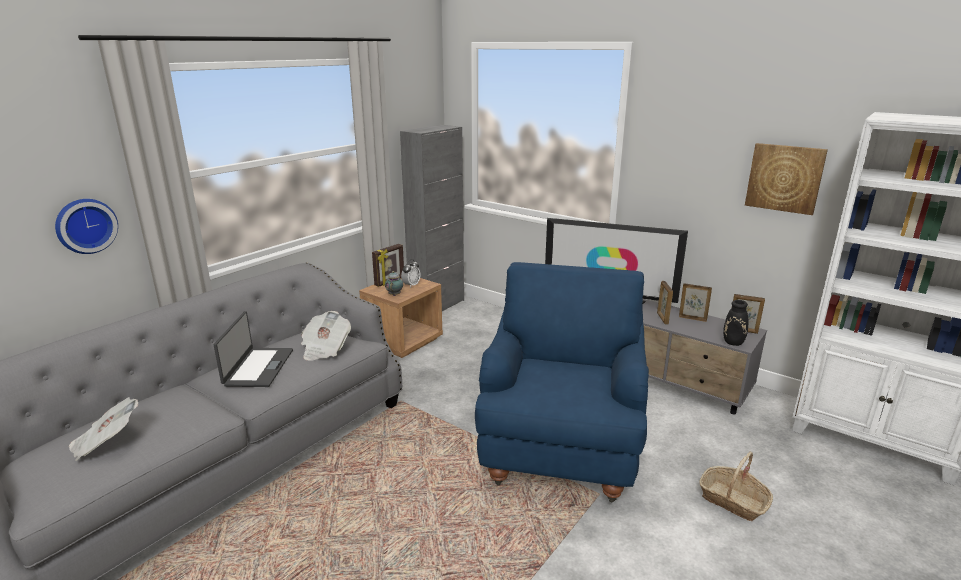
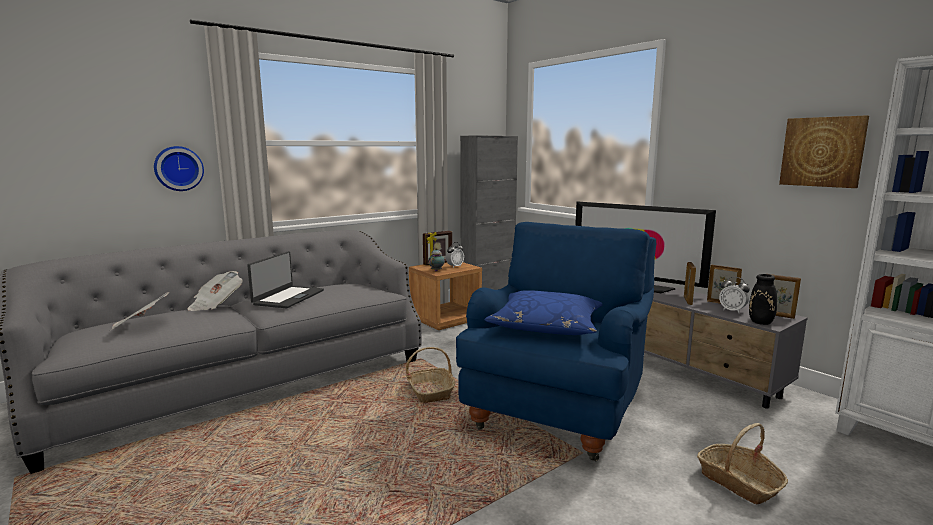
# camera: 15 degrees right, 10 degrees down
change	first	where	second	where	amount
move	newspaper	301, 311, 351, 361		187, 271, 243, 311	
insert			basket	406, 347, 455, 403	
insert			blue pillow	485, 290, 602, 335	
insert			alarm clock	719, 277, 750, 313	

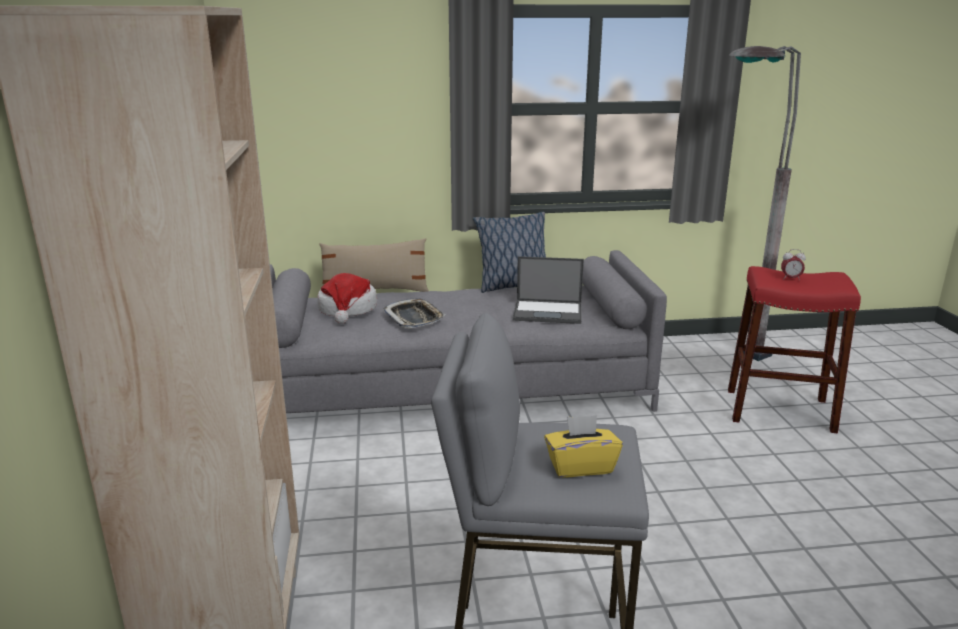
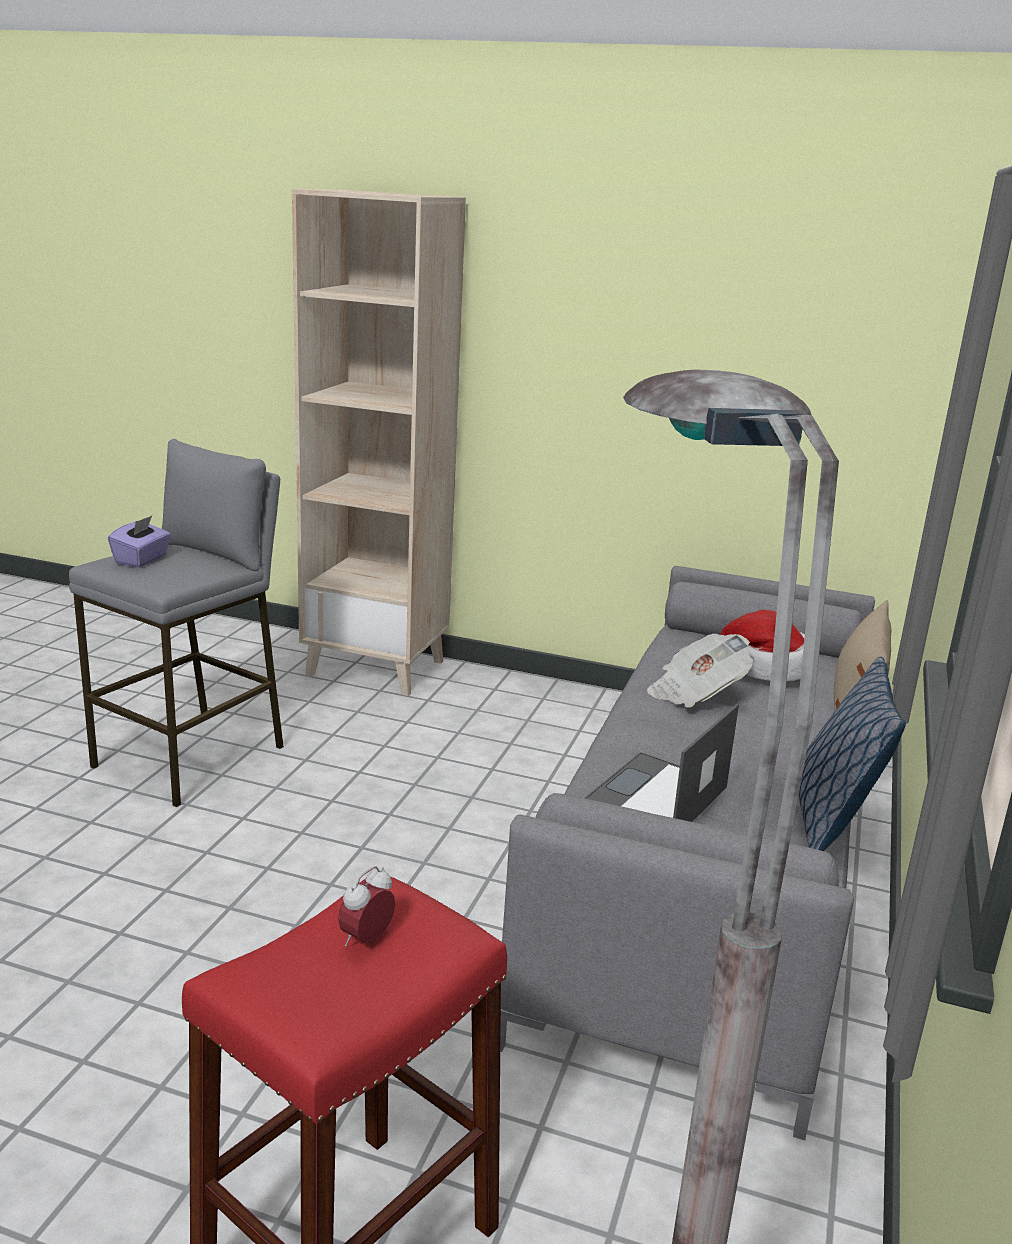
# camera: 115 degrees right, 0 degrees up
change	first	where	second	where	amount
recolor	yellow tissue box	544, 415, 623, 477	purple tissue box	108, 516, 171, 568	
replace	tray	383, 298, 446, 328	newspaper	647, 634, 753, 708	

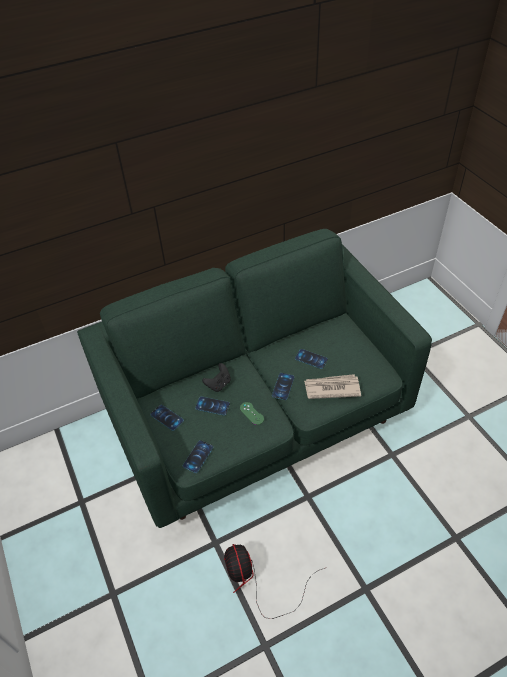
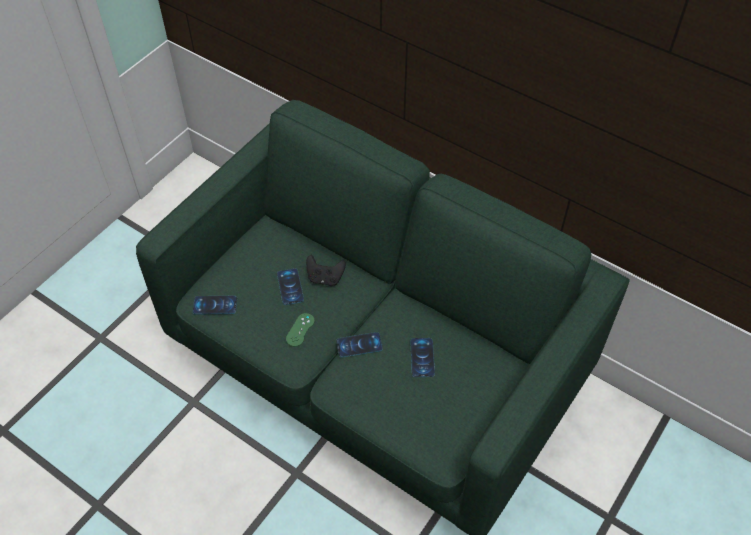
# camera: 60 degrees right, 5 degrees up
change	first	where	second	where	amount
delete	phone	150, 405, 184, 431			
delete	fan	224, 544, 325, 619			
delete	newspaper	304, 374, 361, 399			

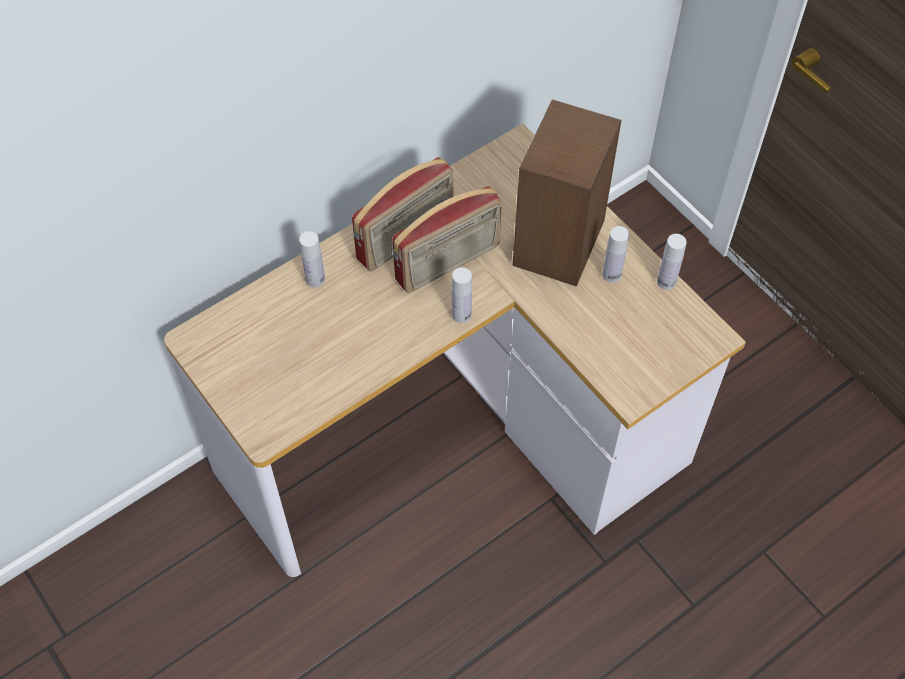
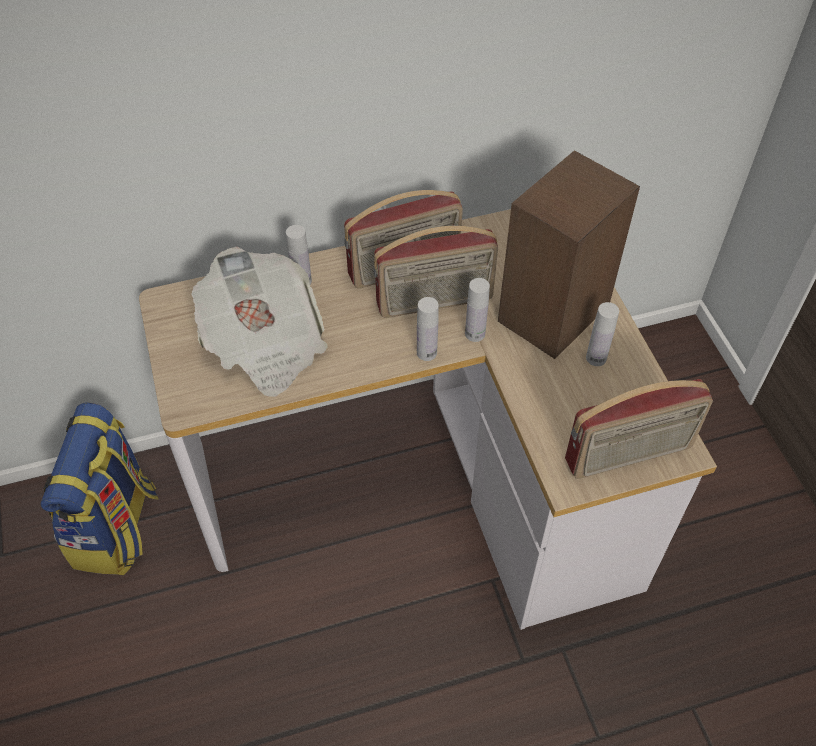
# camera: 20 degrees right, 5 degrees down
change	first	where	second	where	amount
insert			backpack	40, 402, 159, 575	
insert			newspaper	192, 247, 328, 397	
move	white bottle	657, 234, 687, 290		465, 278, 490, 342	
insert			radio	565, 379, 713, 479	

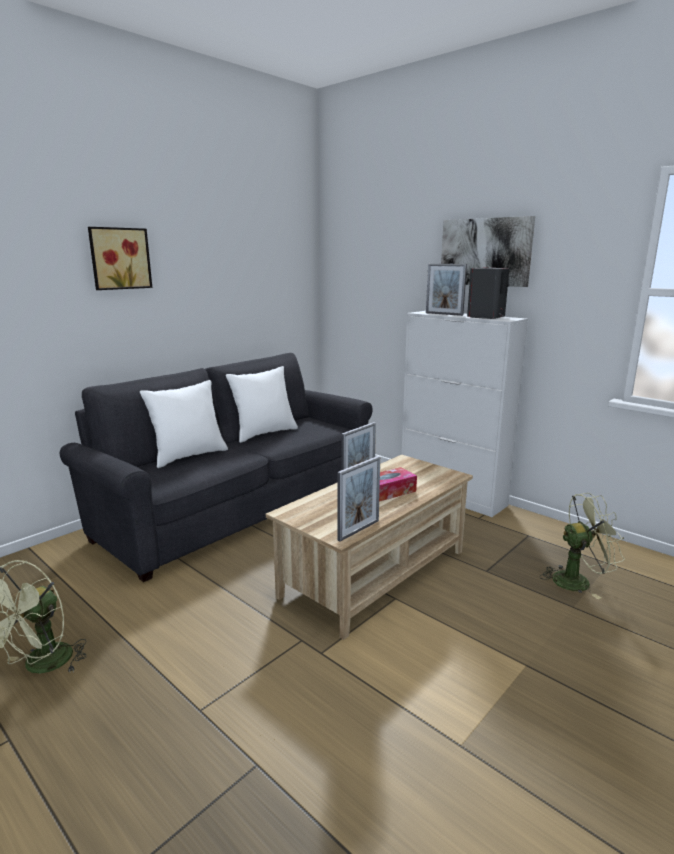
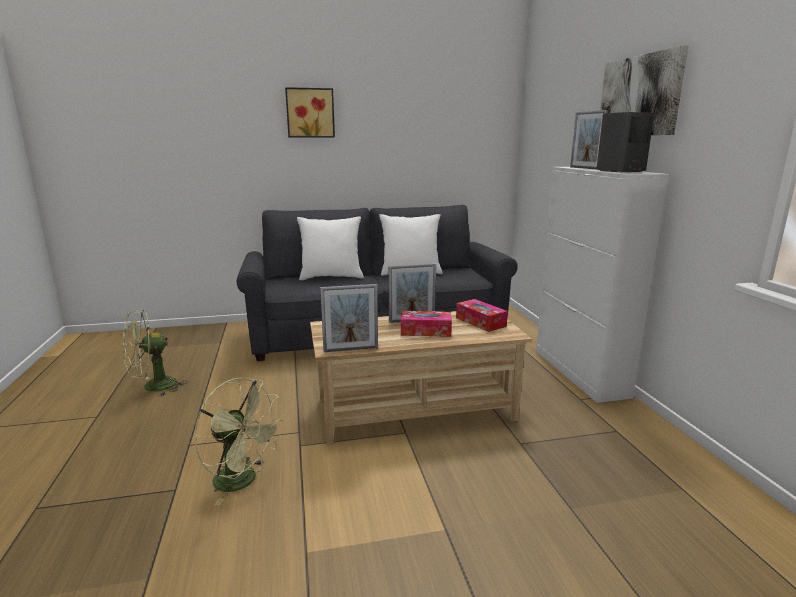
# camera: 35 degrees right, 0 degrees up
change	first	where	second	where	amount
move	green fan	540, 493, 625, 599		194, 378, 284, 506	
insert			tissue box	456, 299, 508, 332	

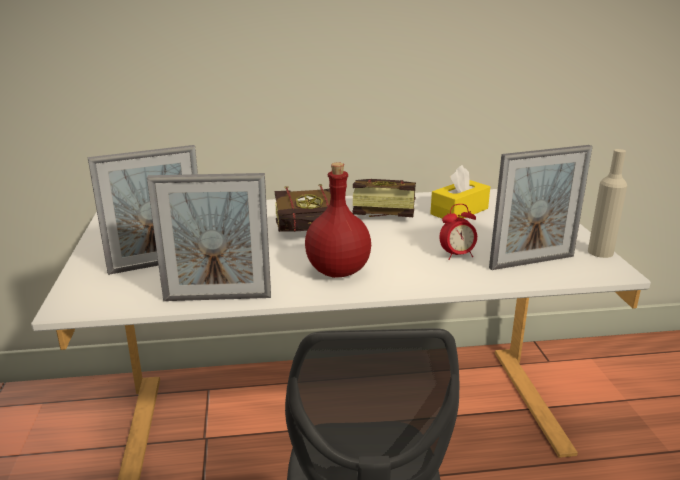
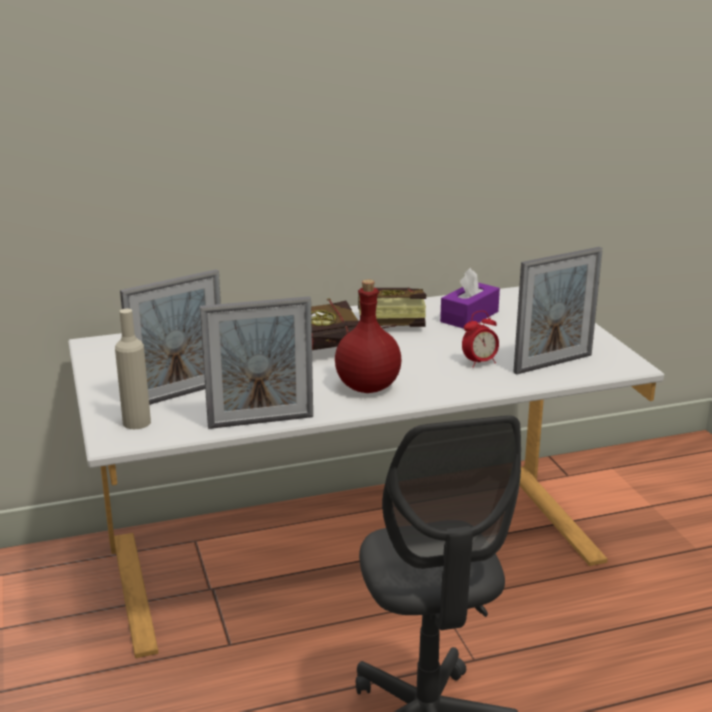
# camera: 10 degrees left, 0 degrees up
change	first	where	second	where	amount
move	beige bottle	588, 149, 627, 258		115, 309, 151, 429	
recolor	yellow tissue box	430, 165, 490, 219	purple tissue box	440, 268, 500, 329	

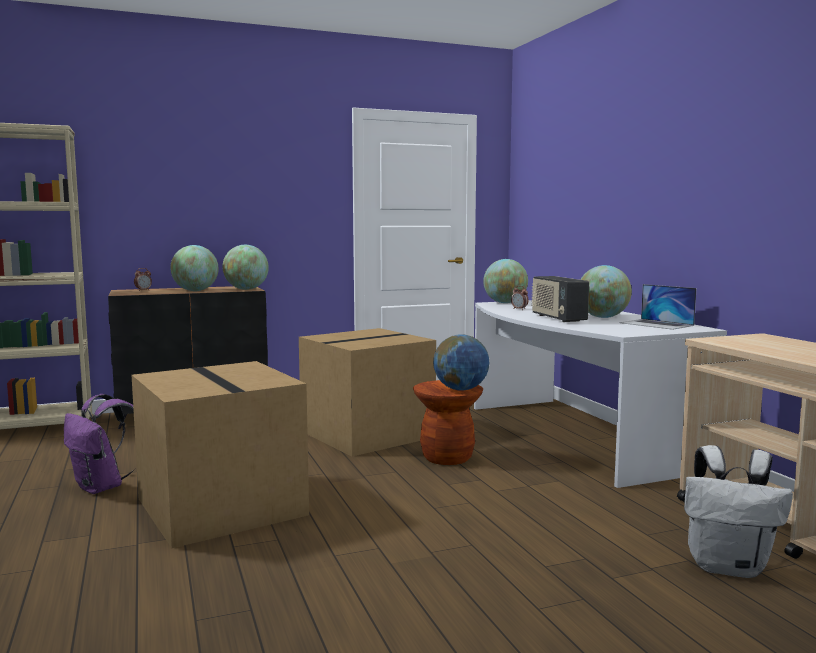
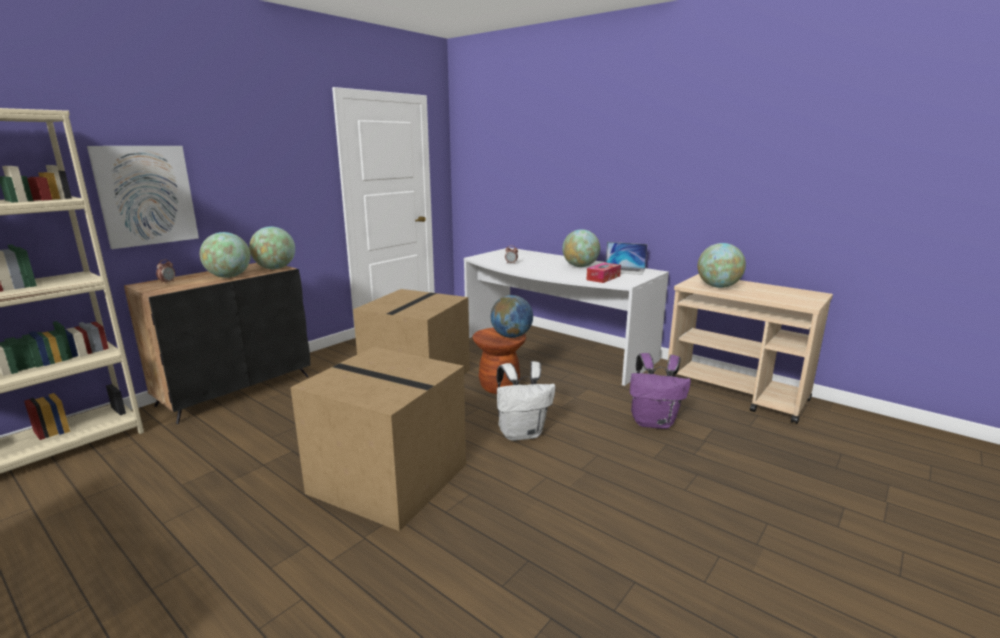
# camera: 30 degrees left, 10 degrees up
change	first	where	second	where	amount
insert			picture	87, 146, 199, 249	
move	white backpack	684, 445, 793, 578		497, 361, 556, 441	
insert			tissue box	587, 262, 621, 283	
move	purple backpack	64, 394, 137, 494		630, 353, 691, 429	
move	globe	483, 259, 528, 303		698, 243, 746, 288	
delete	radio	531, 276, 589, 322			

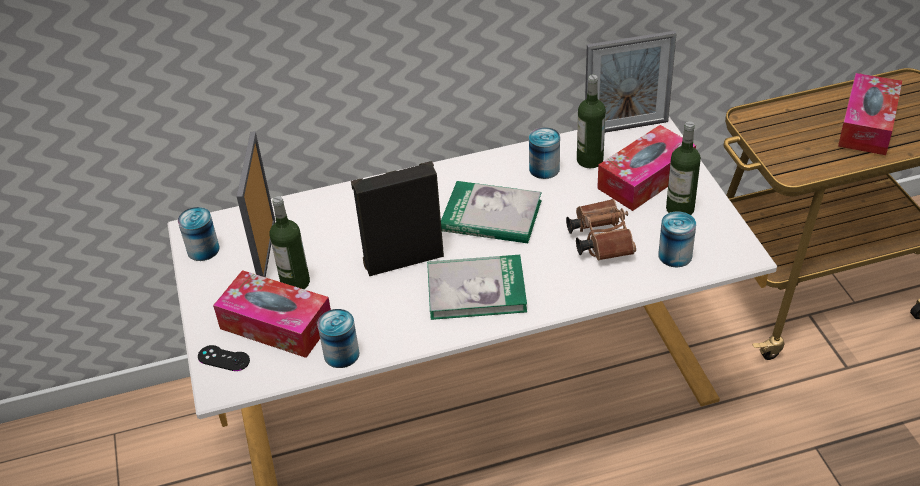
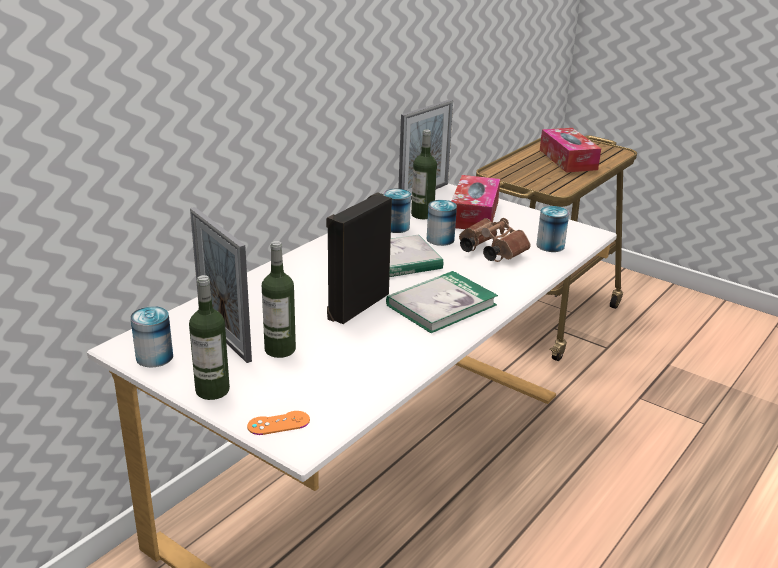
# camera: 40 degrees left, 15 degrees down
change	first	where	second	where	amount
move	bottle	666, 121, 701, 215		189, 275, 230, 400	
recolor	black game controller	198, 345, 250, 371	orange game controller	247, 411, 310, 435	
move	can	317, 309, 360, 368		427, 200, 457, 246	
delete	tissue box	213, 270, 331, 358			

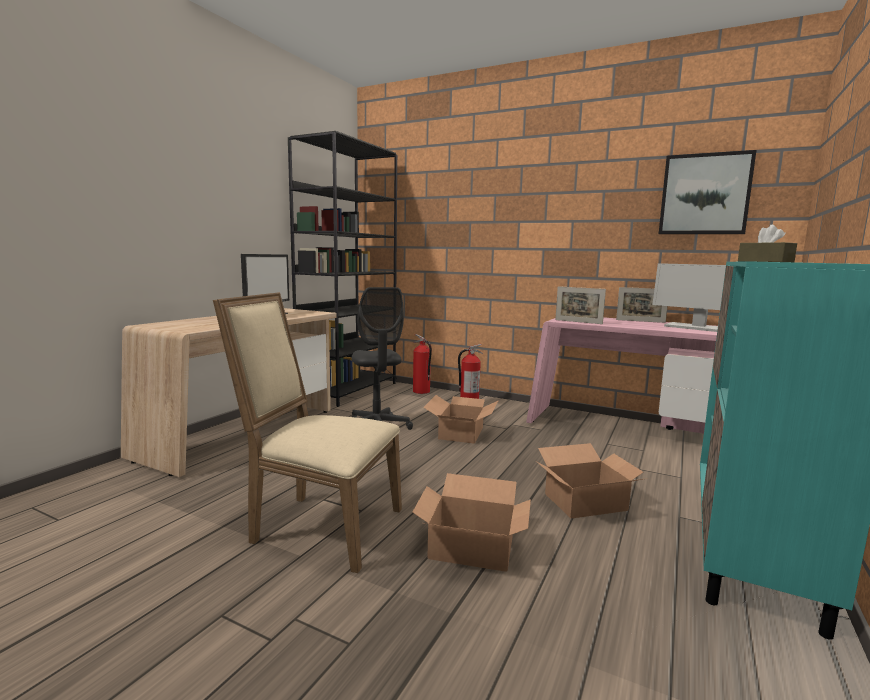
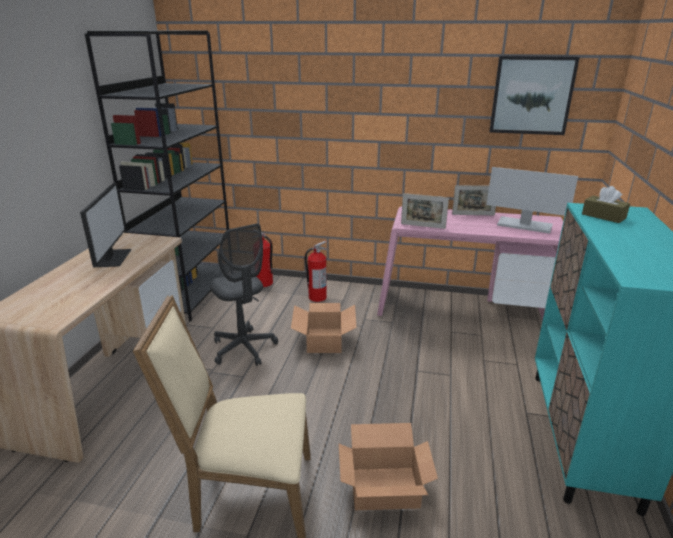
# camera: 15 degrees left, 15 degrees up
change	first	where	second	where	amount
delete	cardboard box	536, 443, 648, 519			

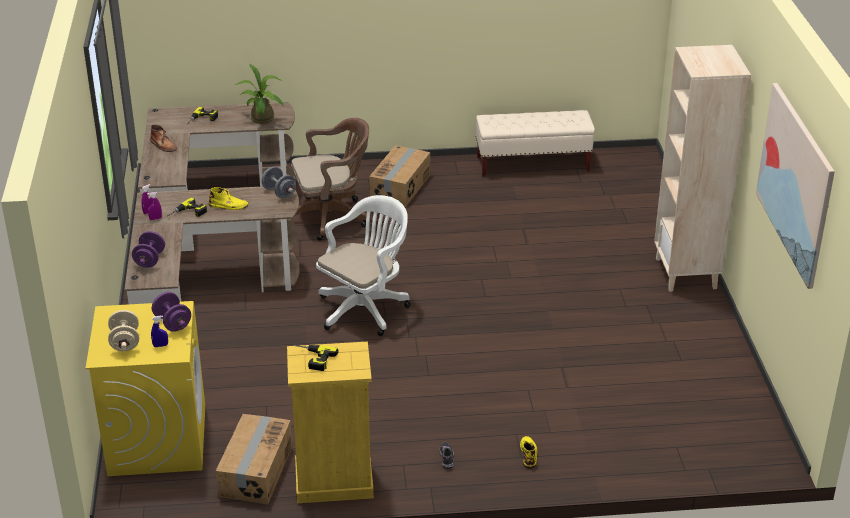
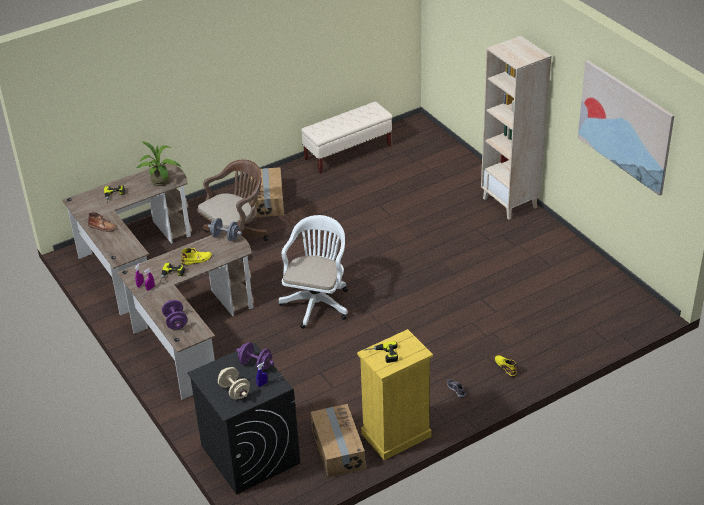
# camera: 25 degrees left, 5 degrees up
change	first	where	second	where	amount
recolor	yellow washing machine	86, 301, 205, 476	black washing machine	187, 343, 300, 495	

